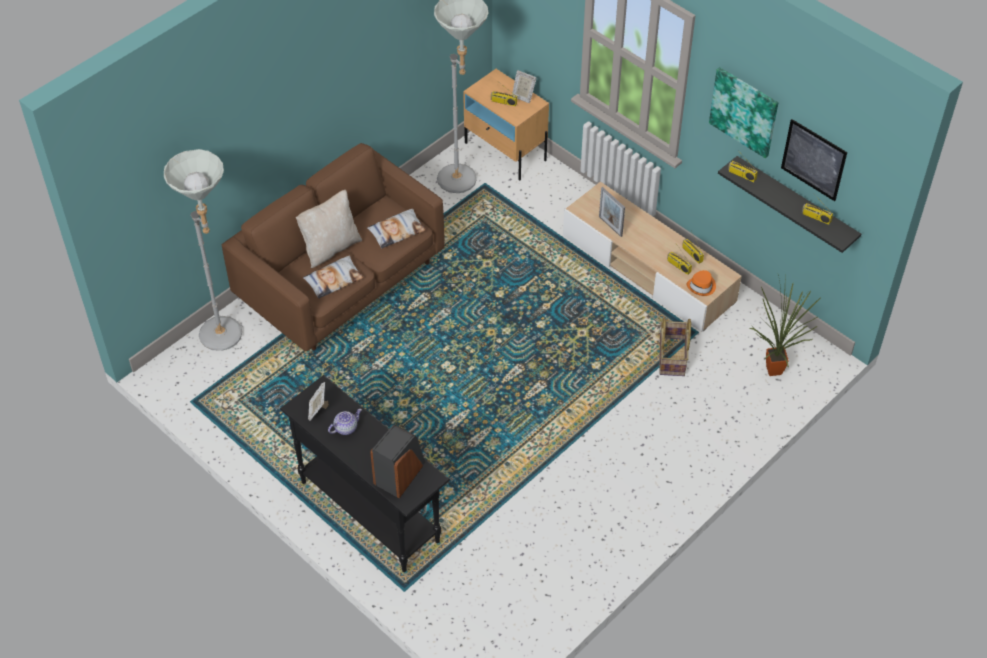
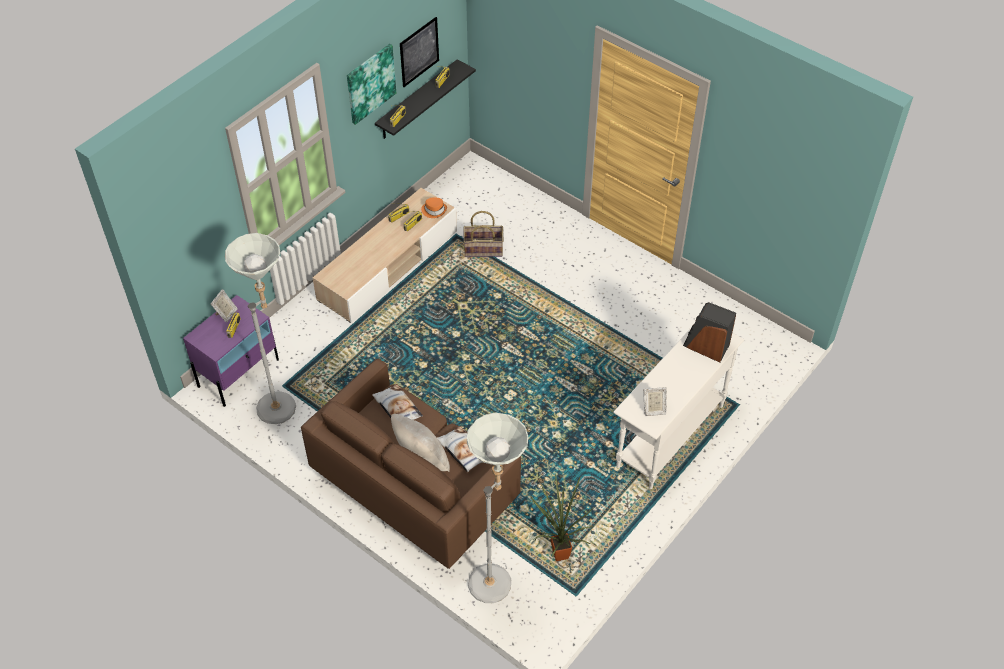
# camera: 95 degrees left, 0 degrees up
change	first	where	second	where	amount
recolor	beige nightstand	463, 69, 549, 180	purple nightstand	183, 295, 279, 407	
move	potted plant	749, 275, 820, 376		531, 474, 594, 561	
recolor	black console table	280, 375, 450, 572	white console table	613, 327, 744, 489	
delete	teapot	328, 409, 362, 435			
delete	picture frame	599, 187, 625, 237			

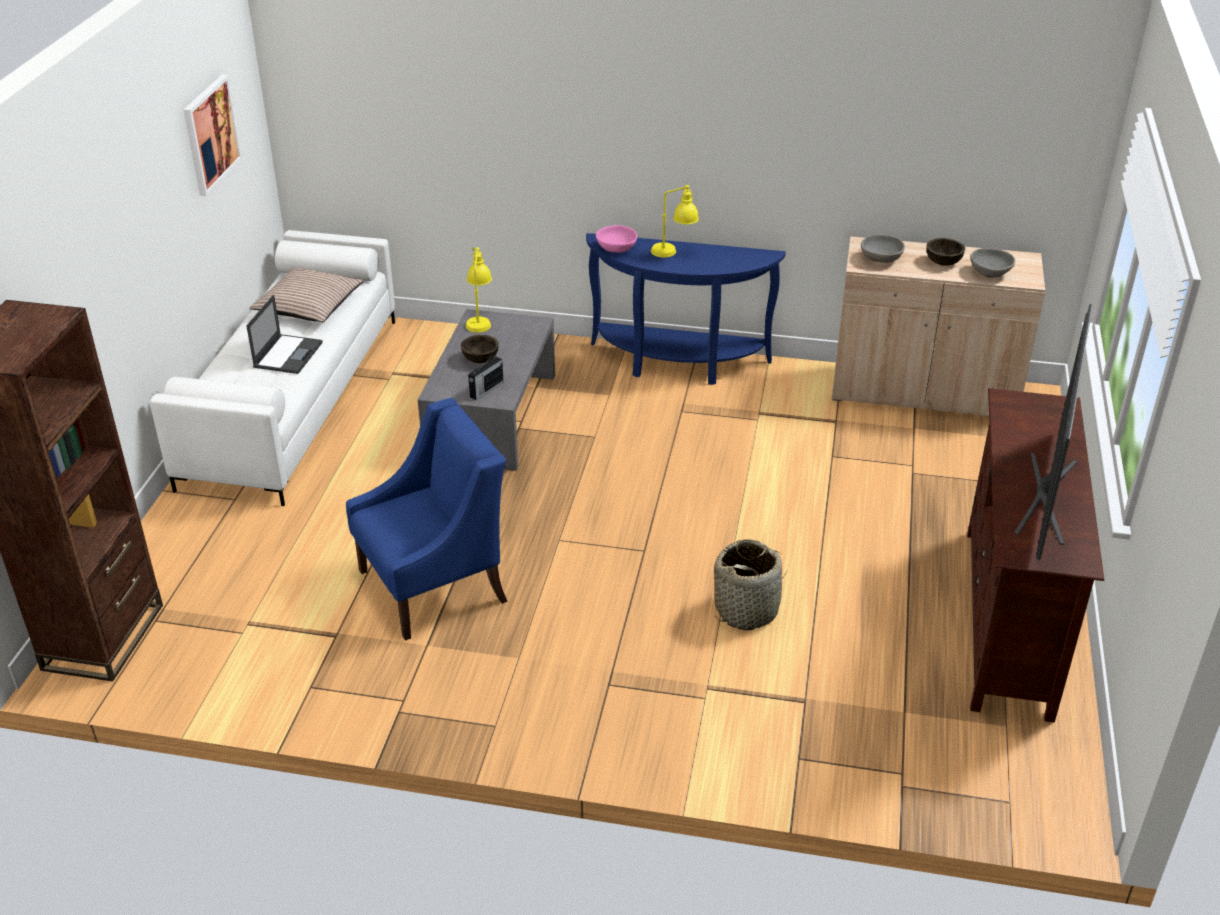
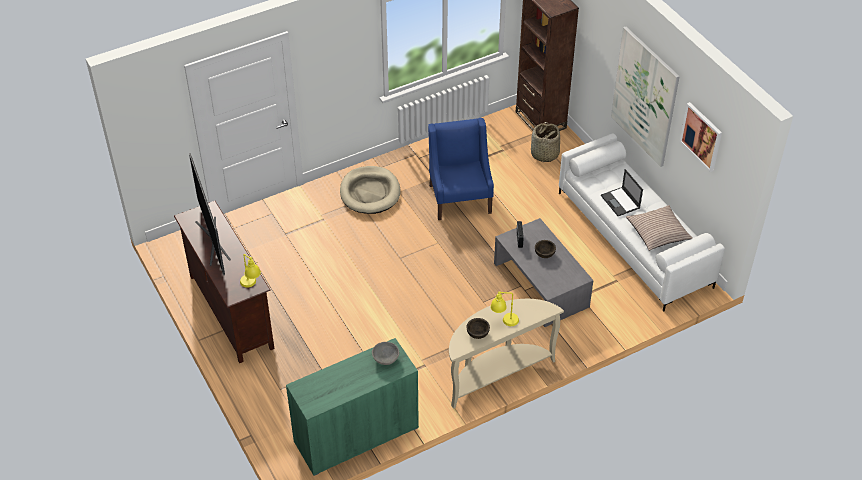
# camera: 140 degrees right, 10 degrees up
change	first	where	second	where	amount
move	yellow table lamp	466, 247, 492, 333		240, 254, 261, 288	
recolor	beige cabinet	832, 236, 1045, 416	green cabinet	286, 338, 419, 476	
insert			beige dog bed	340, 166, 401, 214	
rotate	blue armchair	346, 398, 508, 641		428, 118, 494, 220	150 degrees clockwise
recolor	blue console table	586, 233, 786, 385	beige console table	449, 299, 564, 409	
move	brown bowl	927, 238, 965, 266		466, 318, 490, 339	
move	basket	714, 539, 787, 630		531, 122, 560, 163	
insert			picture	611, 27, 680, 167	
delete	pink bowl	596, 225, 637, 253			
delete	grey bowl	970, 248, 1015, 278			

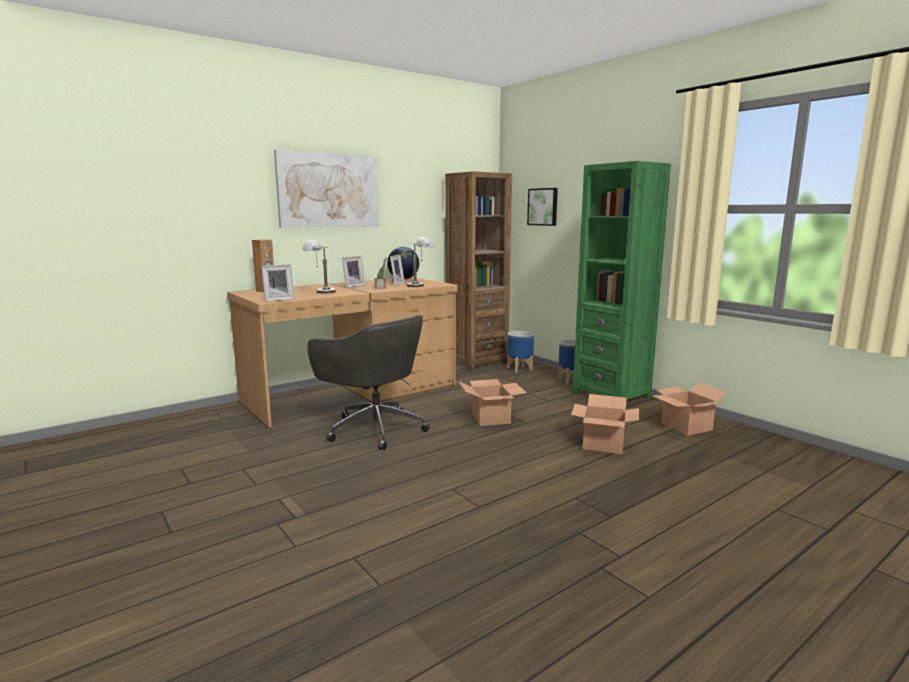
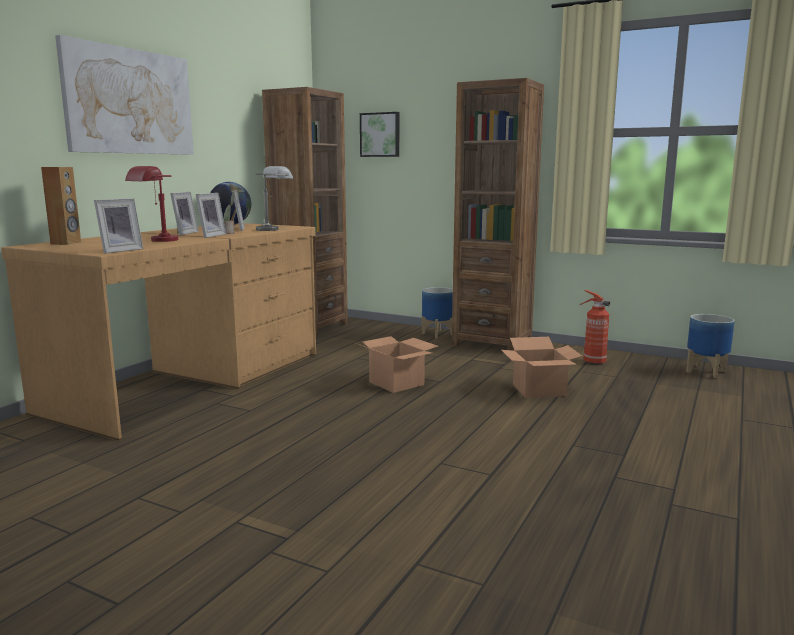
# camera: 25 degrees left, 0 degrees up
change	first	where	second	where	amount
recolor	grey table lamp	302, 240, 336, 294	red table lamp	125, 166, 178, 242	
insert			picture frame	196, 193, 226, 238	
recolor	green bookcase	573, 161, 671, 400	brown bookcase	452, 78, 544, 351	
replace	cardboard box	653, 383, 728, 436	fire extinguisher	580, 290, 610, 365	
move	planter	507, 331, 534, 373		686, 314, 735, 378	
delete	grey office chair	307, 314, 430, 450			

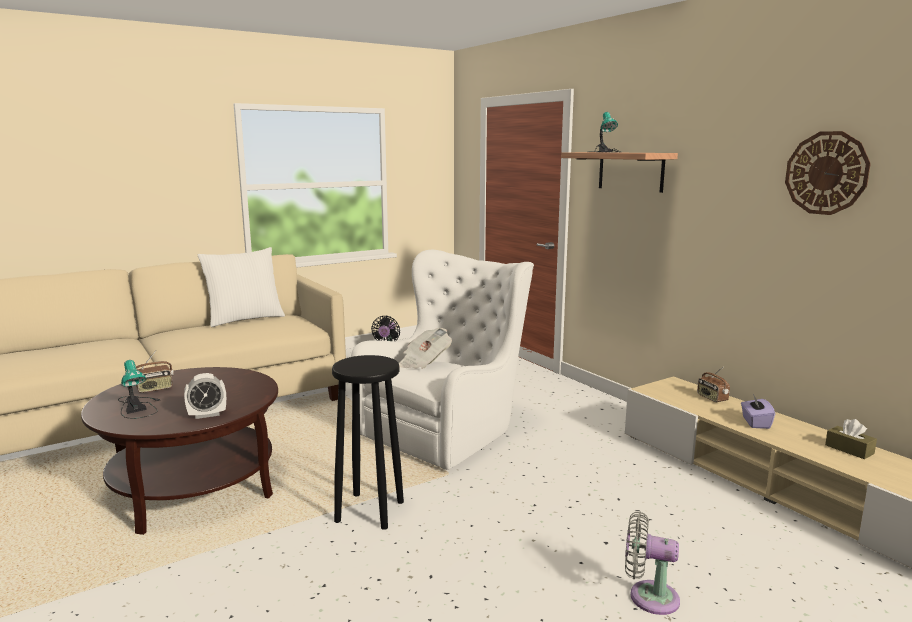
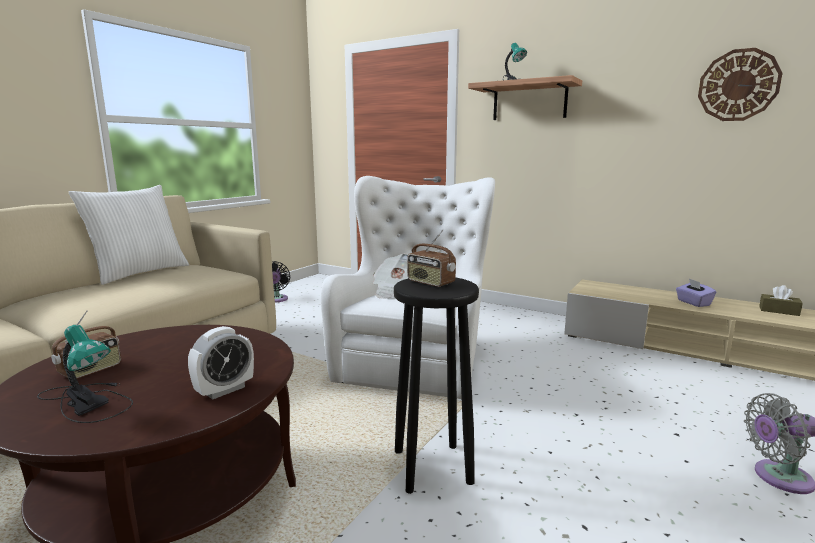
# camera: 25 degrees left, 0 degrees up
change	first	where	second	where	amount
move	radio	697, 367, 730, 402		407, 229, 456, 287	

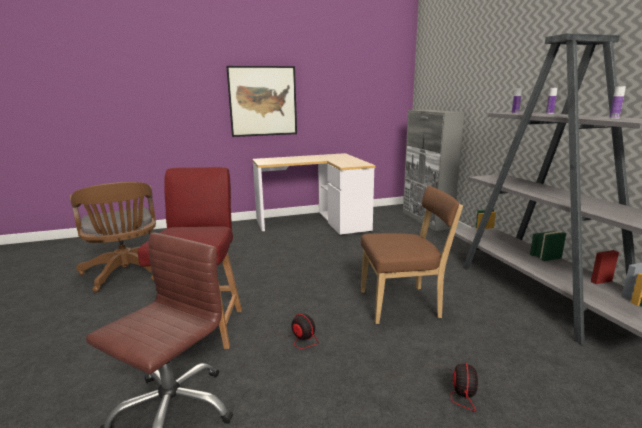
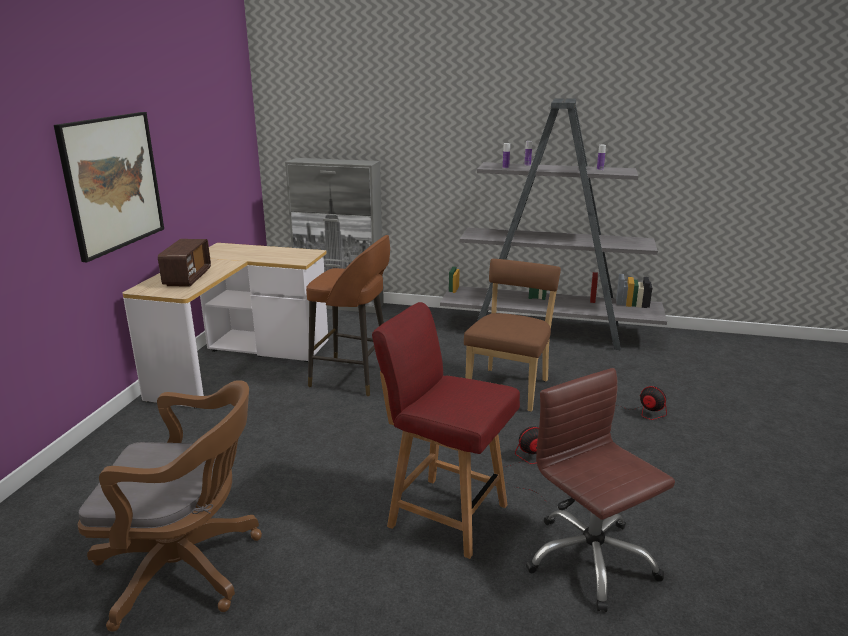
# camera: 60 degrees left, 5 degrees up
change	first	where	second	where	amount
insert			radio	158, 239, 211, 287	
insert			brown stool	306, 235, 390, 396	

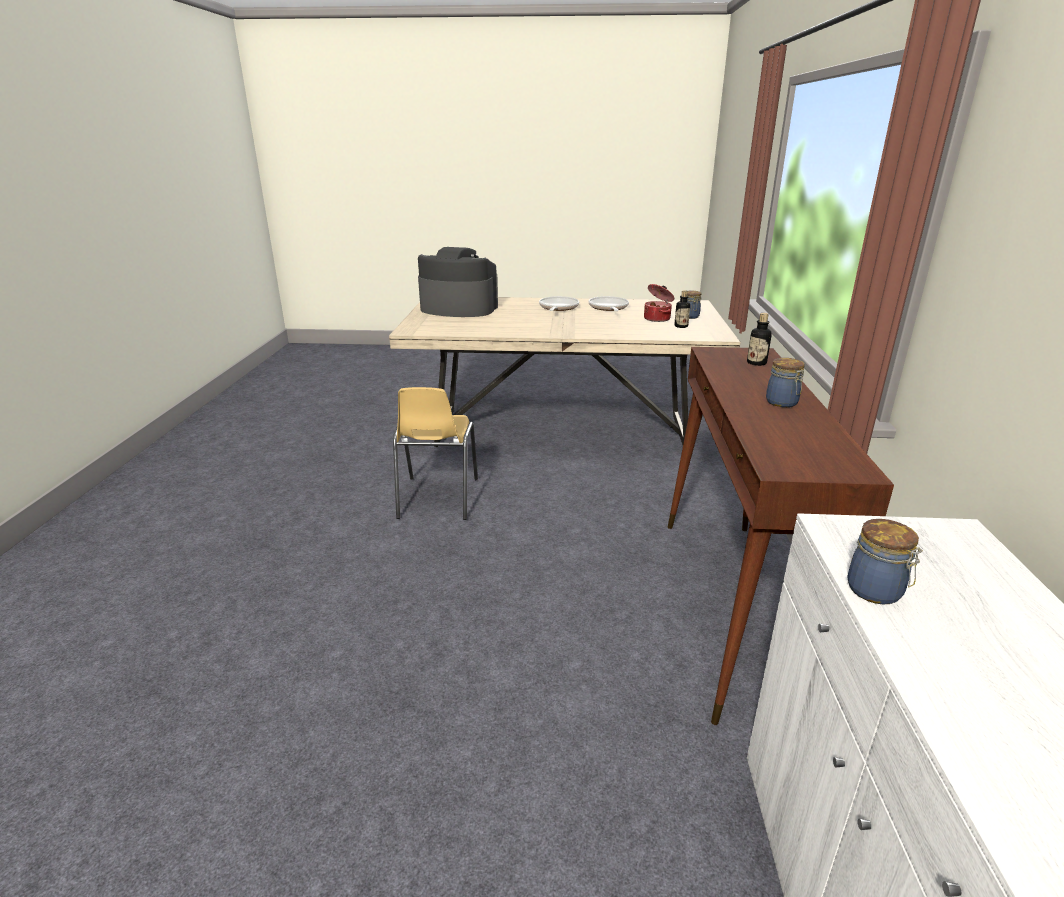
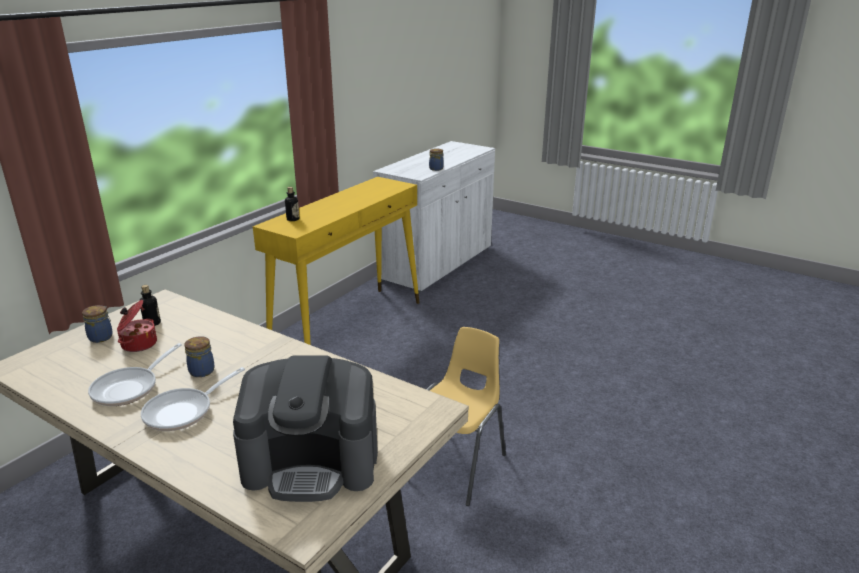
# camera: 150 degrees left, 0 degrees up
change	first	where	second	where	amount
move	jar	766, 358, 805, 407		185, 336, 215, 377	
rotate	coffee machine	418, 247, 498, 317		233, 355, 378, 502	45 degrees counterclockwise
recolor	brown console table	668, 347, 894, 725	yellow console table	253, 177, 419, 345	

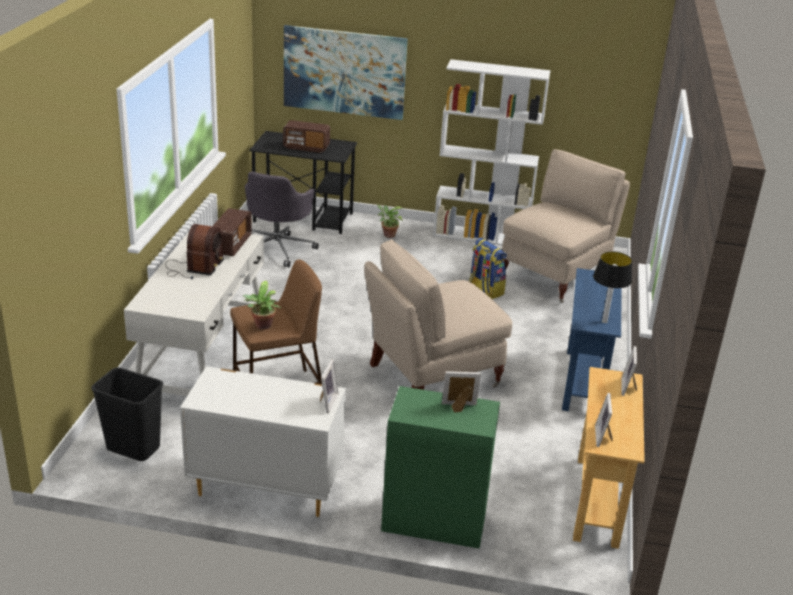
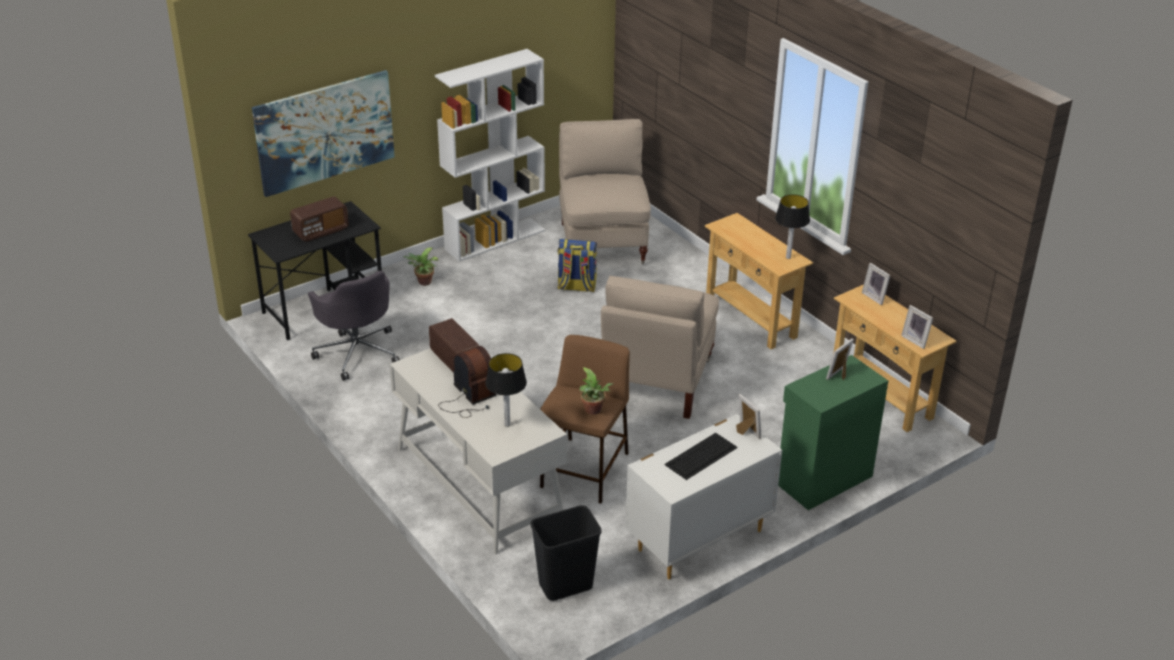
# camera: 45 degrees left, 5 degrees up
change	first	where	second	where	amount
insert			table lamp	485, 353, 527, 427	
insert			keyboard	664, 433, 738, 480	
recolor	blue console table	562, 268, 622, 411	beige console table	705, 213, 813, 349	

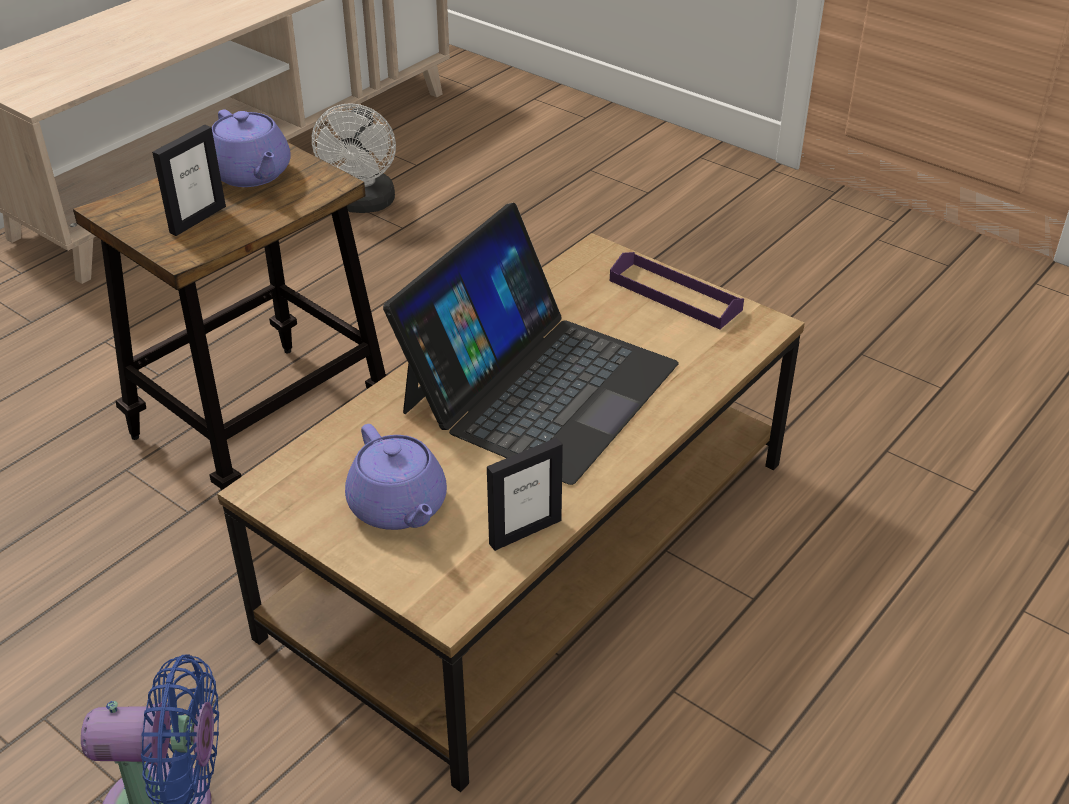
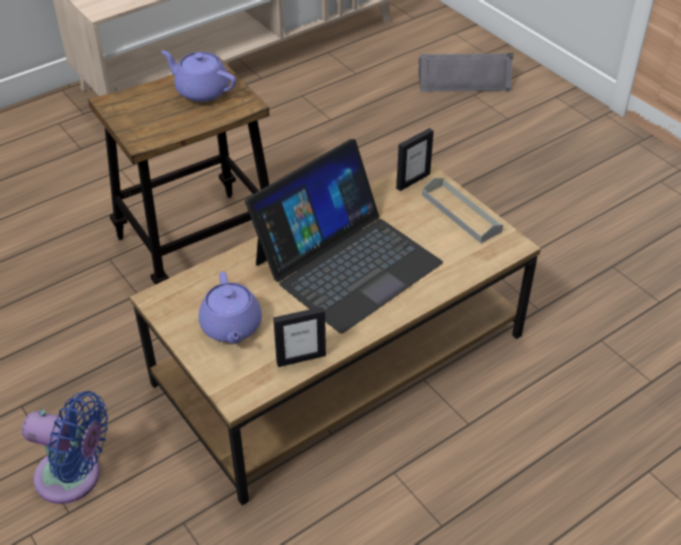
# camera: 15 degrees right, 5 degrees up
change	first	where	second	where	amount
rotate	purple teapot	212, 109, 291, 187		161, 50, 236, 102	135 degrees clockwise
move	picture frame	152, 125, 226, 236		396, 128, 434, 191	
insert			grey speaker	418, 53, 513, 92	
recolor	purple tray	610, 252, 744, 329	grey tray	422, 178, 503, 243	
delete	white fan	312, 103, 396, 213			

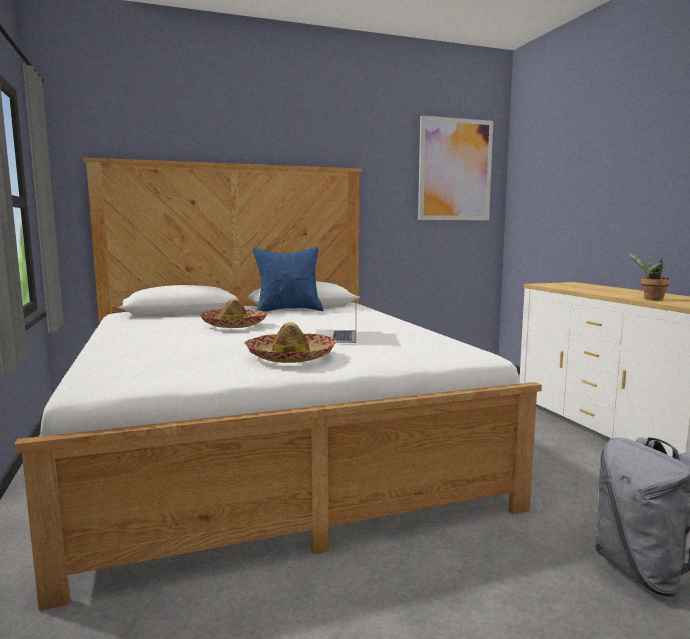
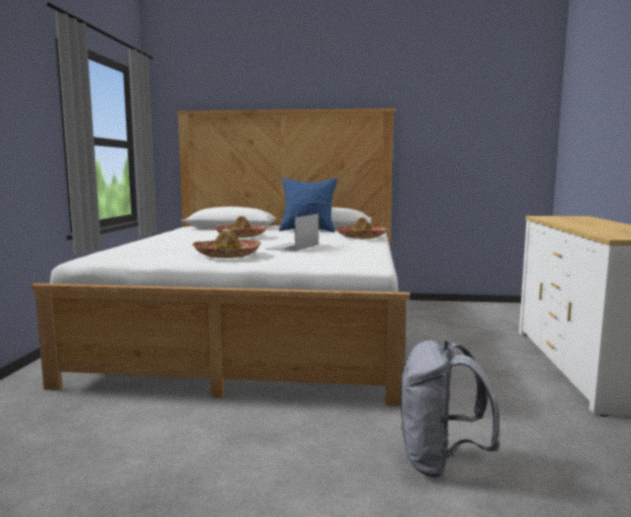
# camera: 25 degrees right, 0 degrees up
change	first	where	second	where	amount
insert			hat	336, 217, 387, 239	
delete	picture	418, 115, 493, 220			
delete	potted plant	626, 252, 670, 300			

